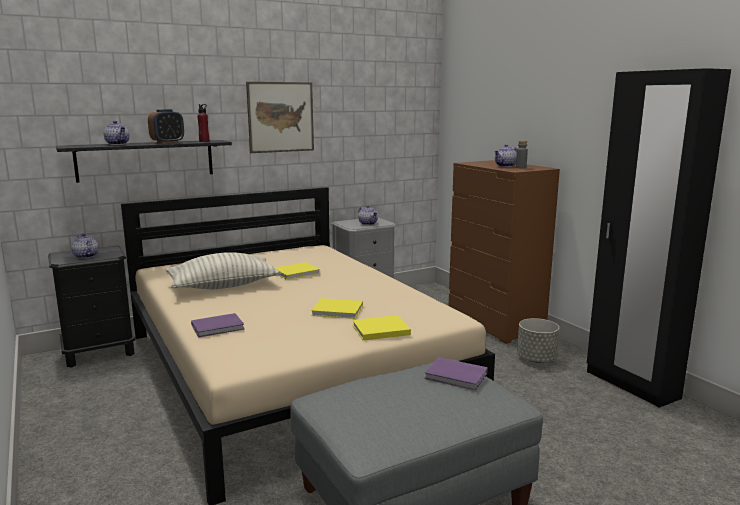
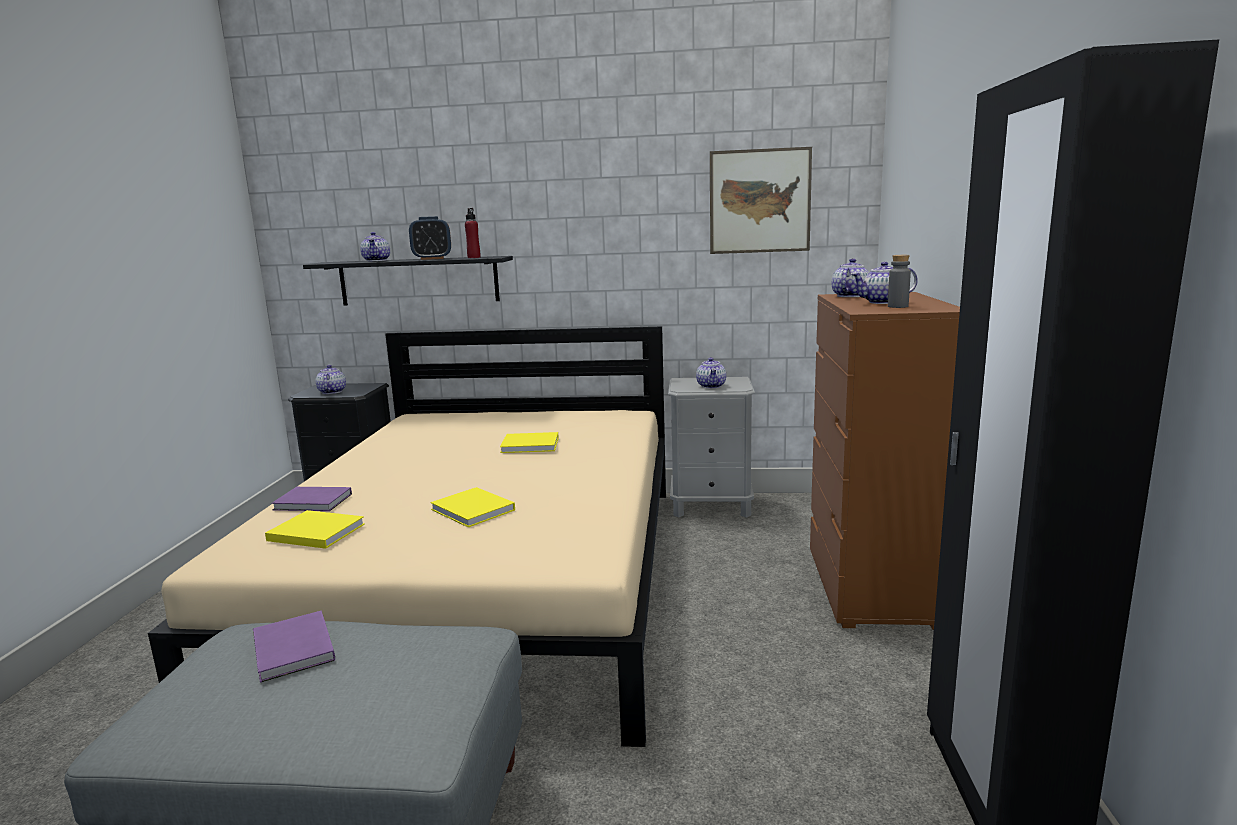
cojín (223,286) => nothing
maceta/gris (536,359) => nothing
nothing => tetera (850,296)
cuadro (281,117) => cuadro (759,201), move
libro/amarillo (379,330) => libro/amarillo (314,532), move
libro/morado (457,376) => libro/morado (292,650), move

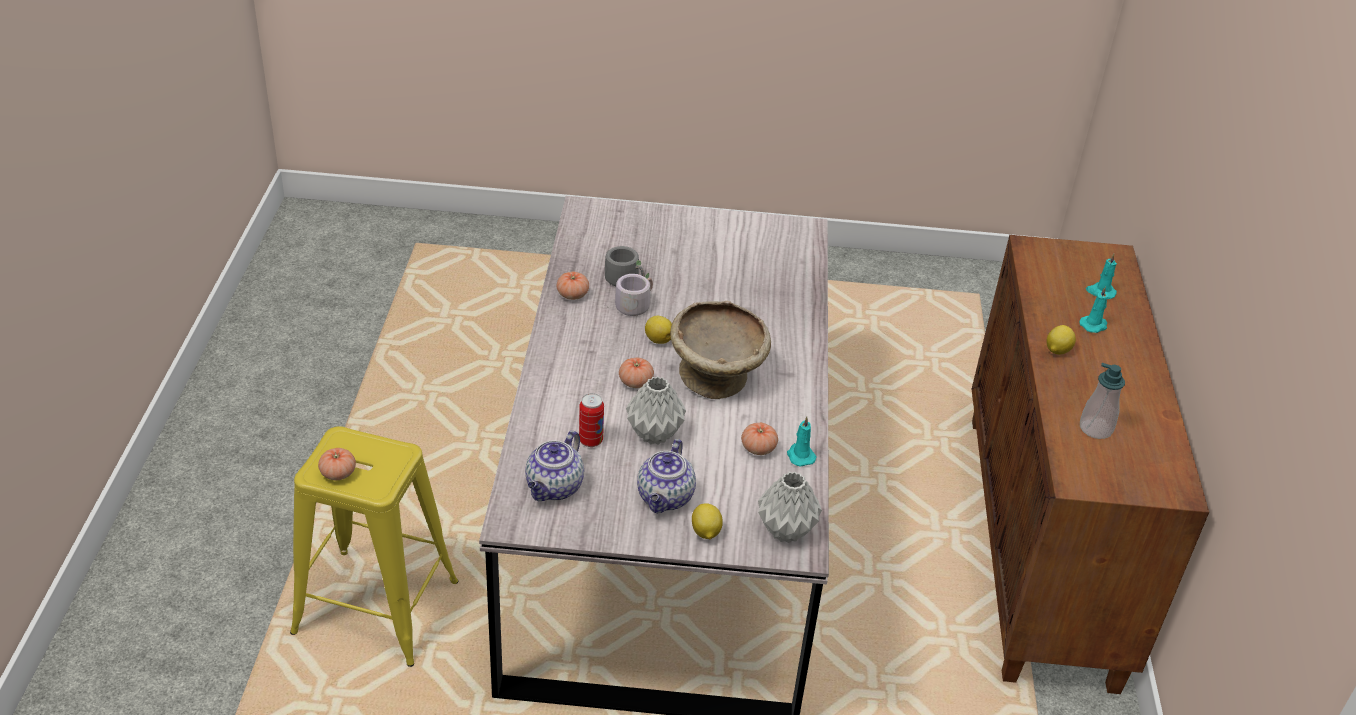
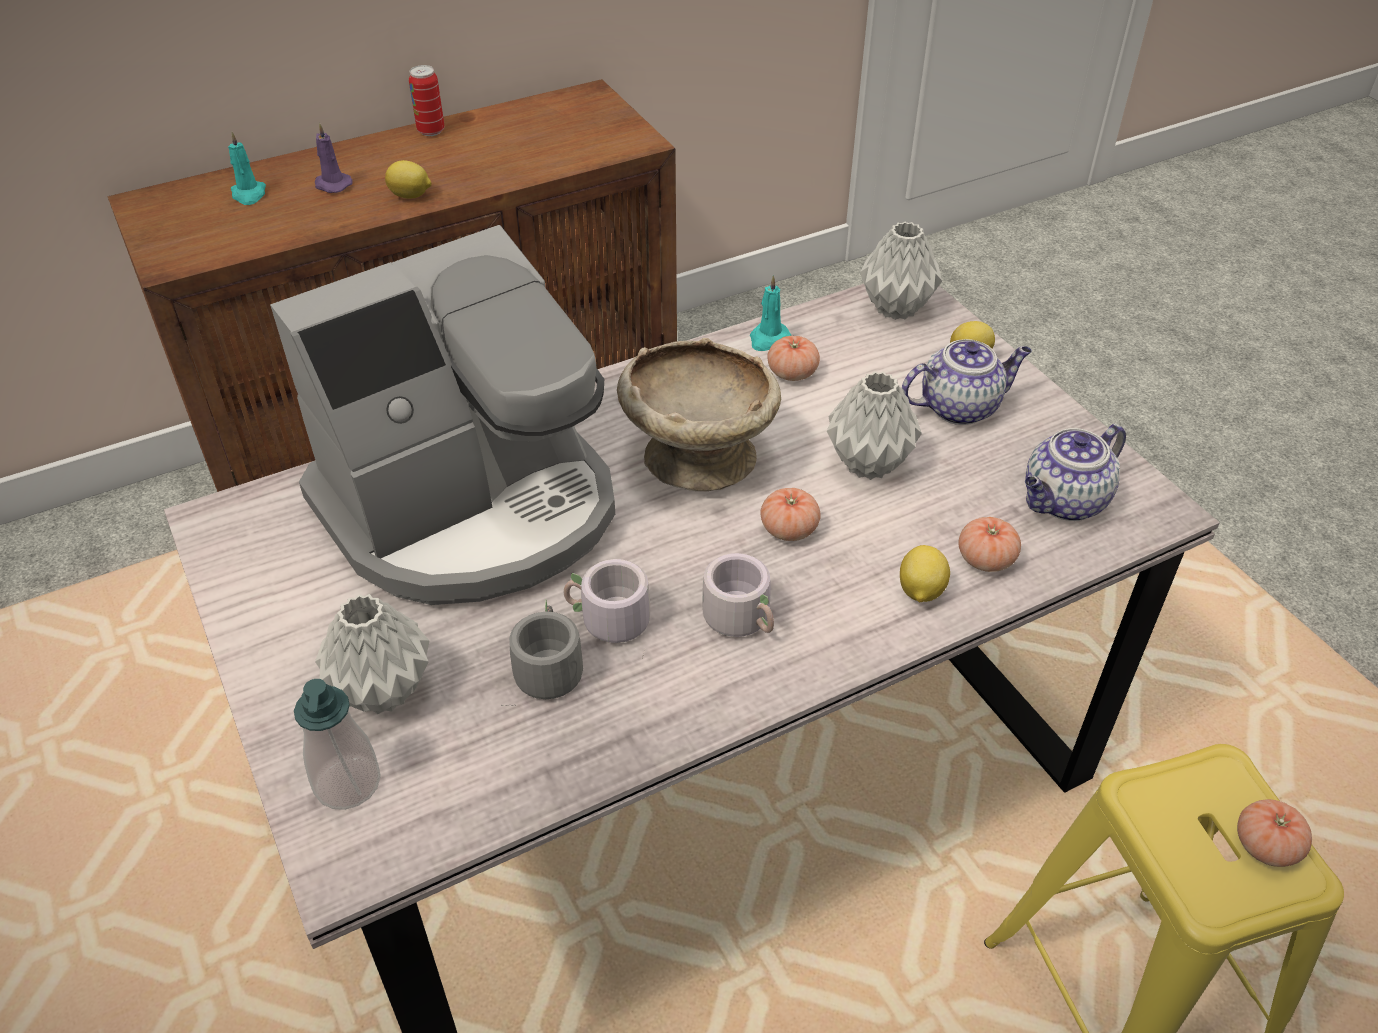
nothing => cafetera (472,508)
nothing => florero/gris (384,689)
nothing => taza grande/gris (744,618)
tomate (572,295) => tomate (985,559), move
lata (591,441) => lata (431,131), move
limón (658,339) => limón (920,591), move
dispensador de jabón (1095,428) => dispensador de jabón (347,783), move
vela/turquesa (1094,325) => vela/morado (332,185)
tetera (554,488) => tetera (1064,502), 150 degrees clockwise

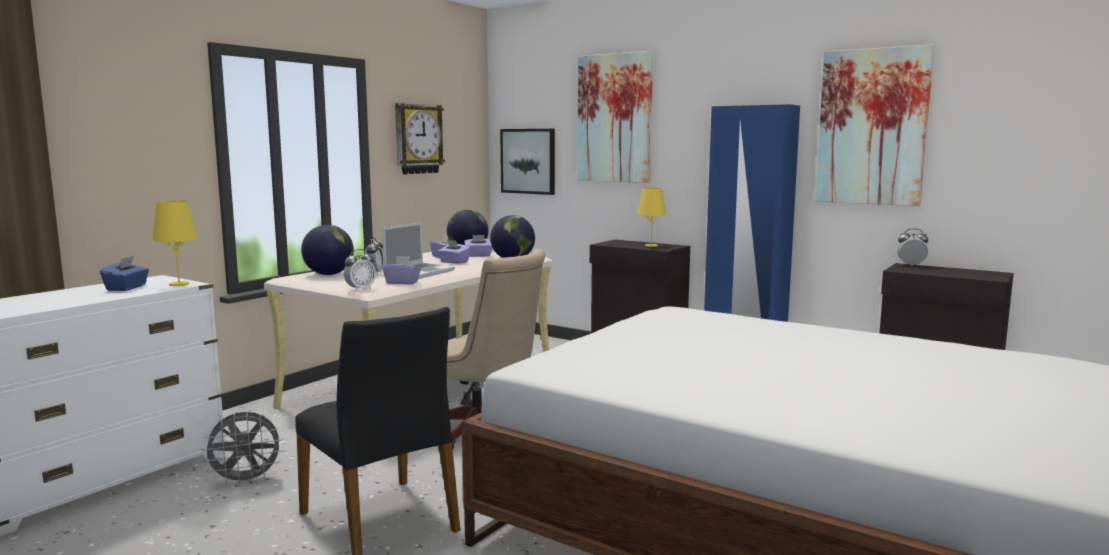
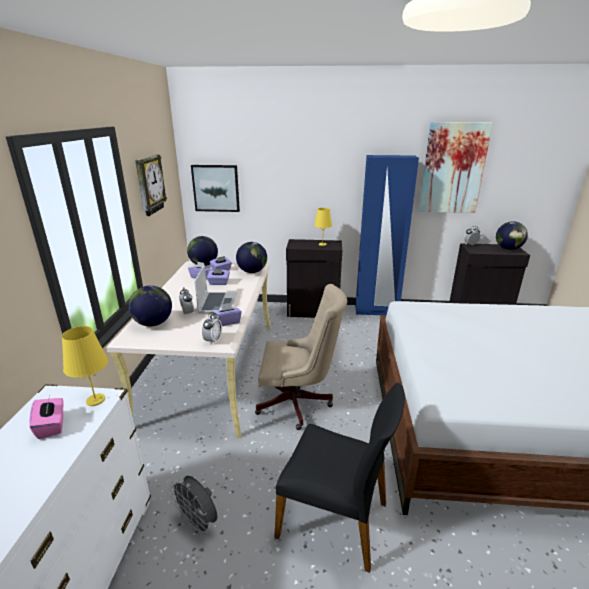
cuadro (614,118) => nothing
nothing => globo terráqueo (508,249)
caja de pañuelos/azul (127,288) => caja de pañuelos/rosa (52,426)
ventilador/gris (246,480) => ventilador/gris (198,522), 90 degrees clockwise

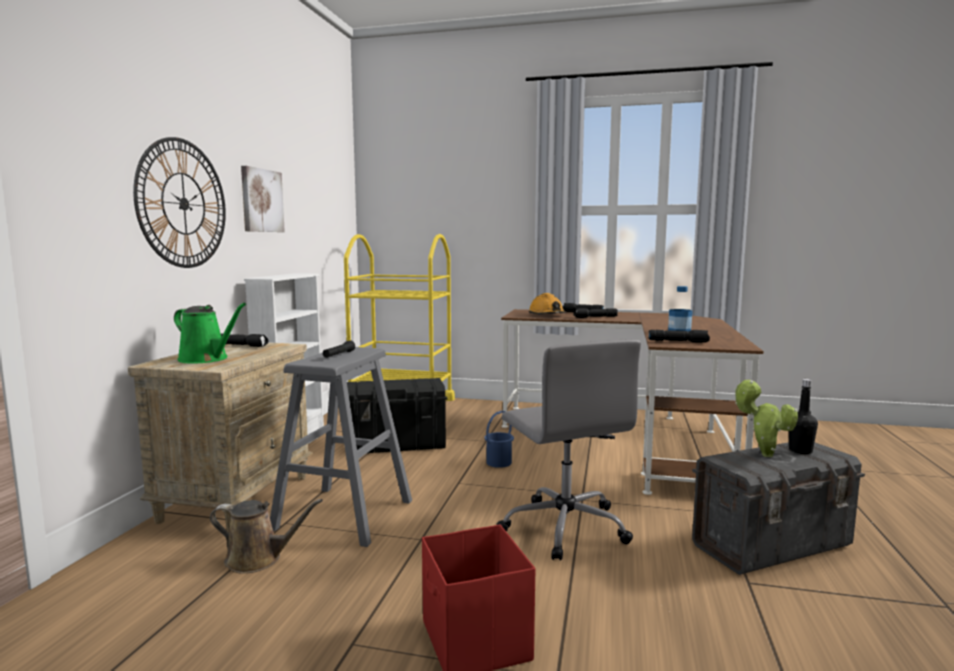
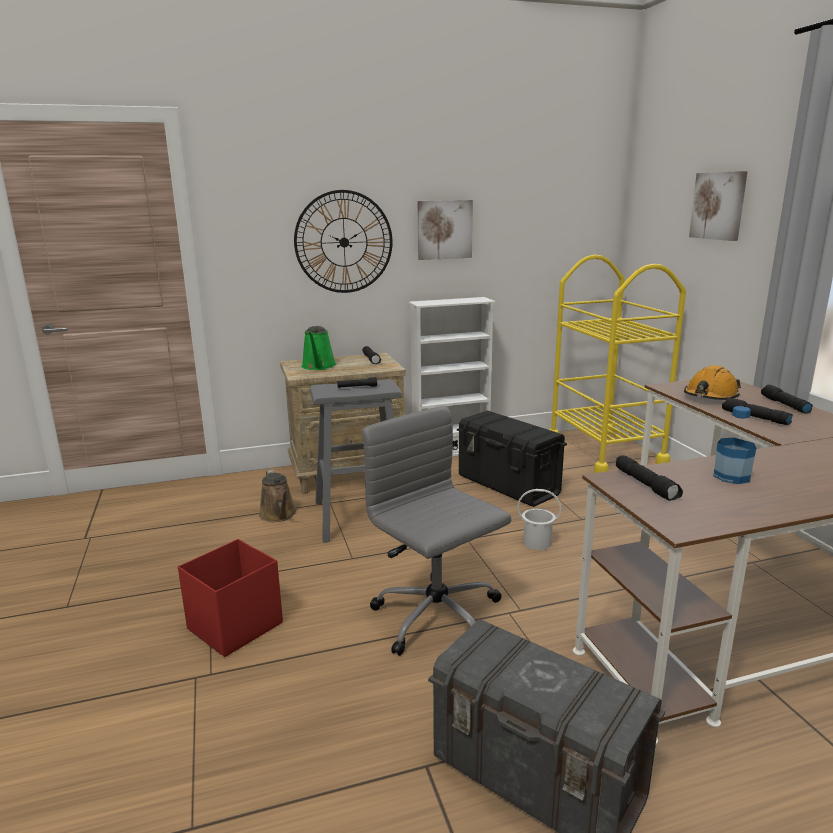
planta en maceta (762,454) => nothing
botella/negro (800,451) => nothing
nothing => cuadro (718,206)
cubo/azul (498,462) => cubo/blanco (537,542)
silla de oficina/gris (564,526) => silla de oficina/gris (438,617), 105 degrees clockwise

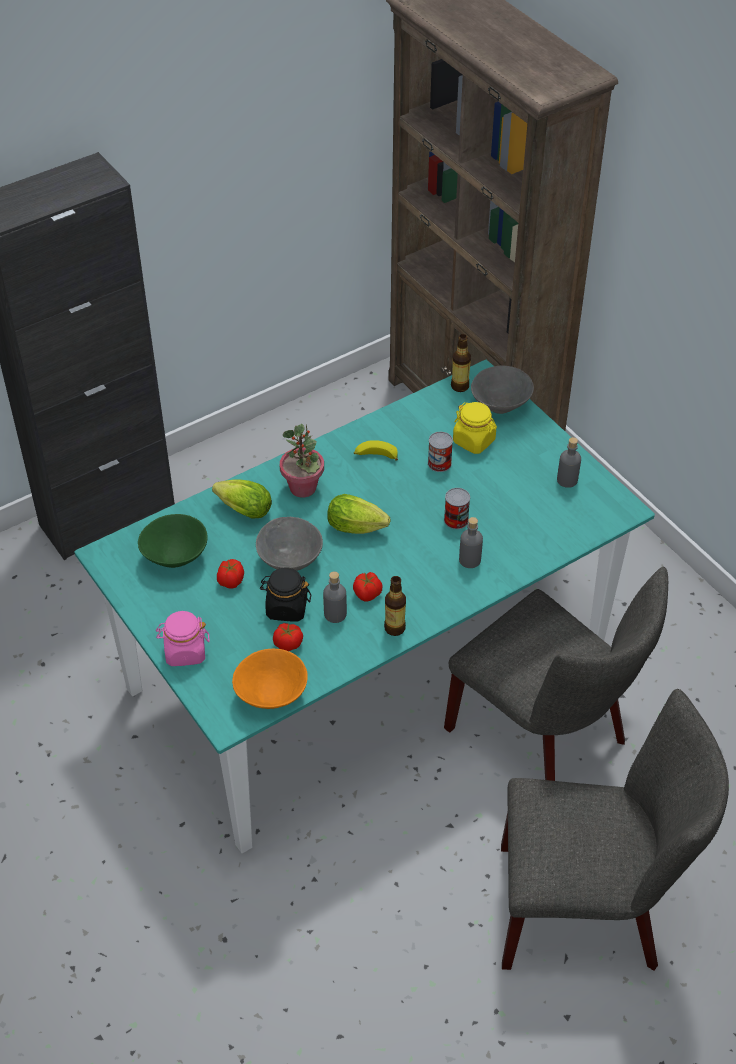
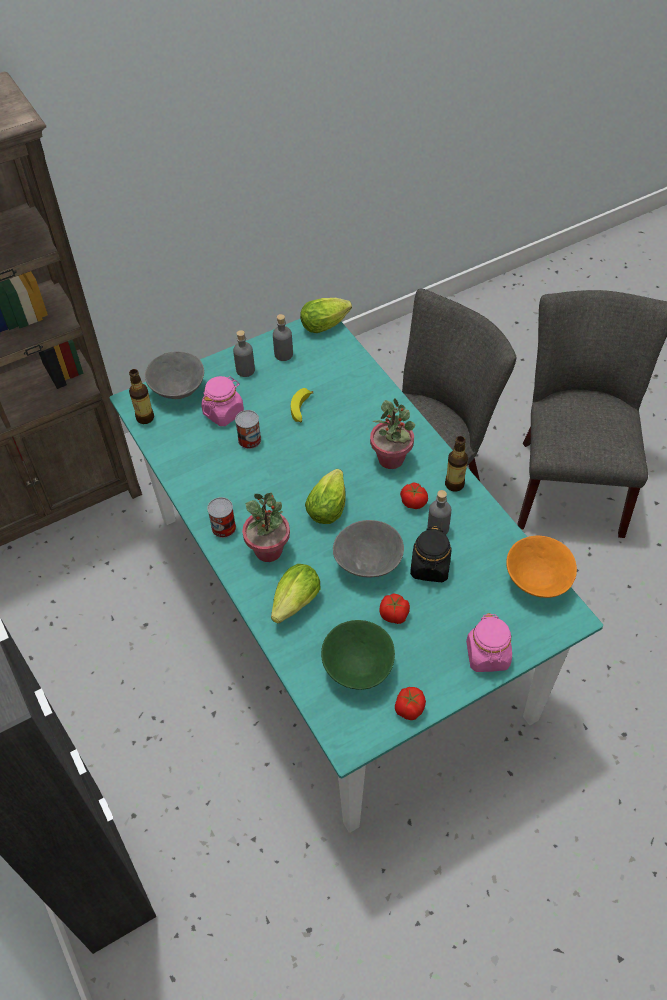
nothing => lechuga (327,324)
nothing => planta en maceta (391,459)
tomate (288,644) => tomate (409,709), move
plátano (375,456) => plátano (301,410), move
lata (456,520) => lata (223,527), move
botella/gris (469,560) => botella/gris (245,370), move
tarro/amarillo (474,441) => tarro/rosa (223,413)

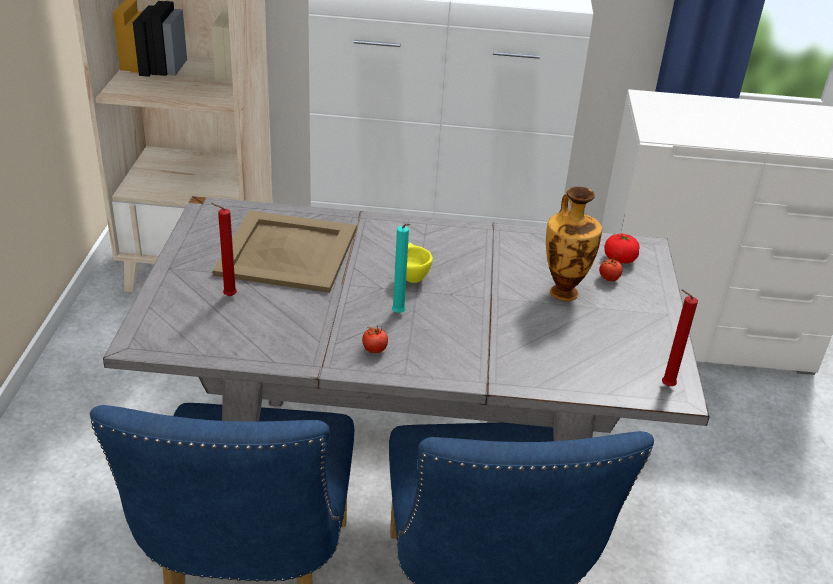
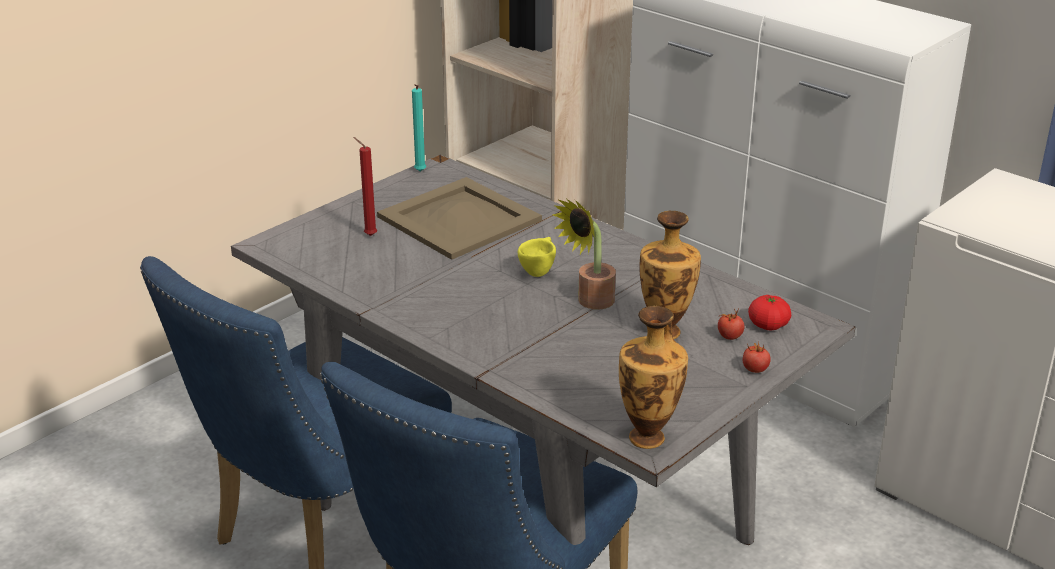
nothing => planta en maceta (590,302)
tomate (374,349) => tomate (755,369), move
vela/turquesa (399,314) => vela/turquesa (419,172), move
vela/rojo (665,386) => florero (649,436)

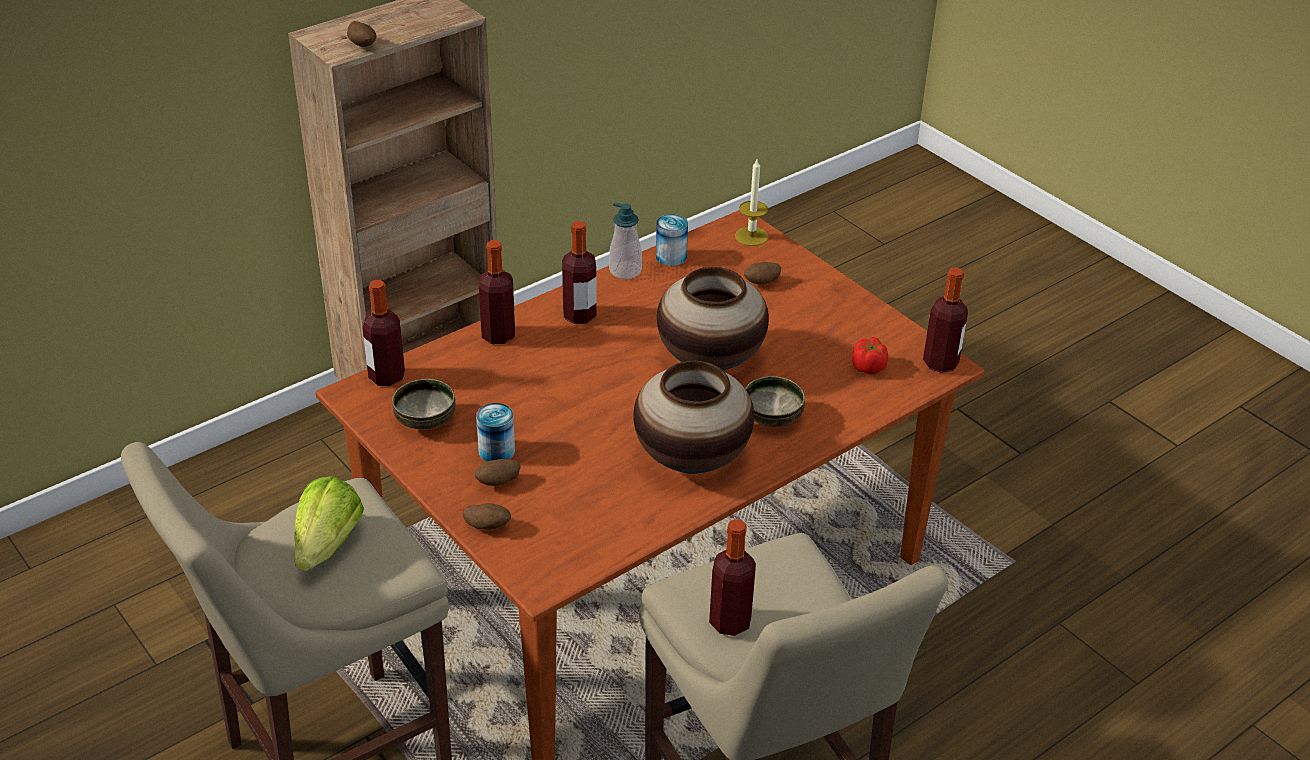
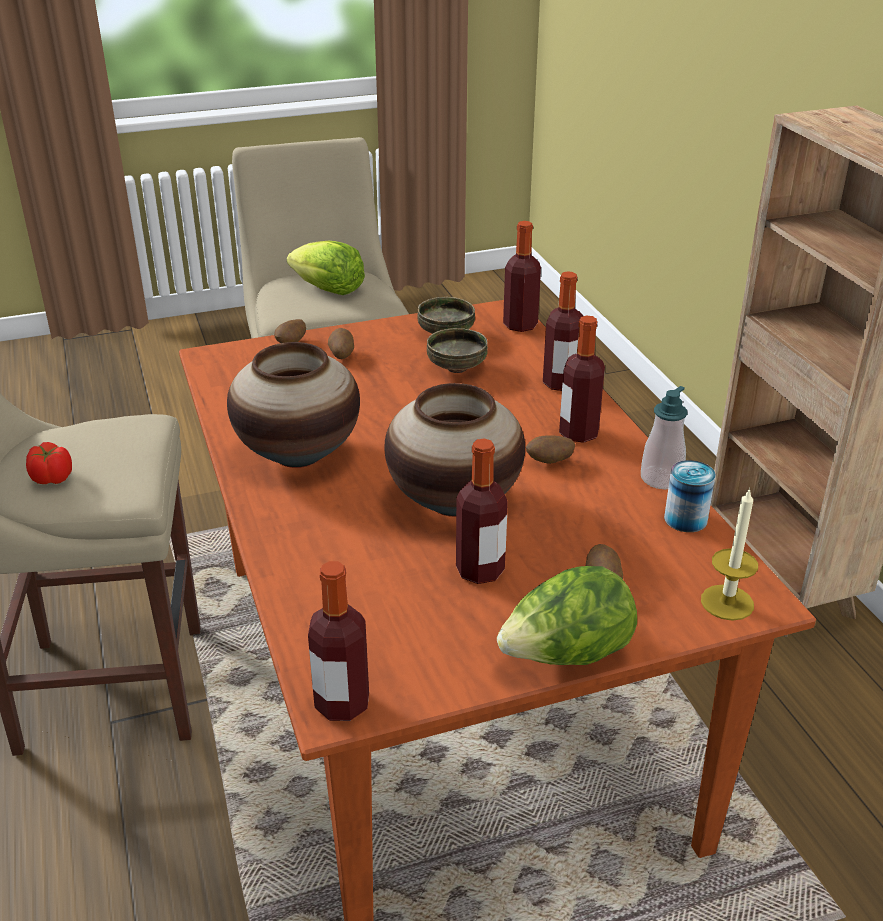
lata (496,451) => nothing
nothing => lechuga (566,656)
patata (363,46) => patata (549,462), move
botella (730,622) => botella (480,570), move
cuenco (773,419) => cuenco (456,368), move
tomate (868,367) => tomate (52,478), move

